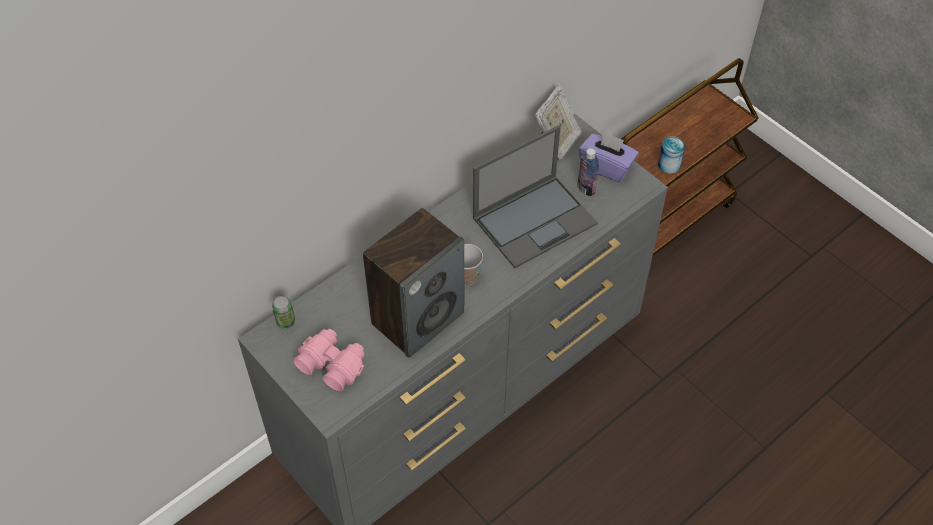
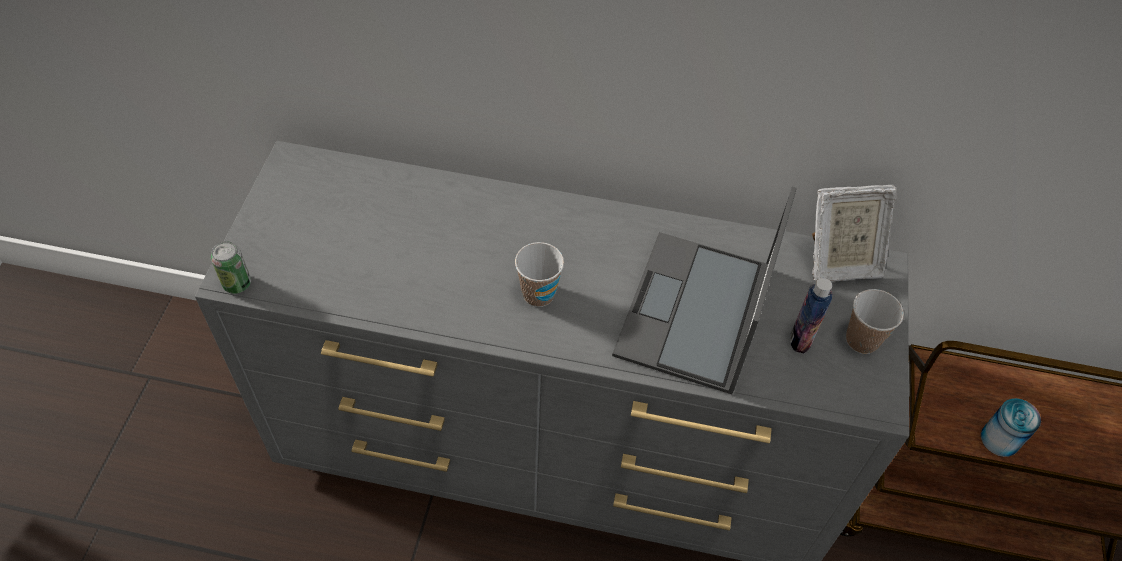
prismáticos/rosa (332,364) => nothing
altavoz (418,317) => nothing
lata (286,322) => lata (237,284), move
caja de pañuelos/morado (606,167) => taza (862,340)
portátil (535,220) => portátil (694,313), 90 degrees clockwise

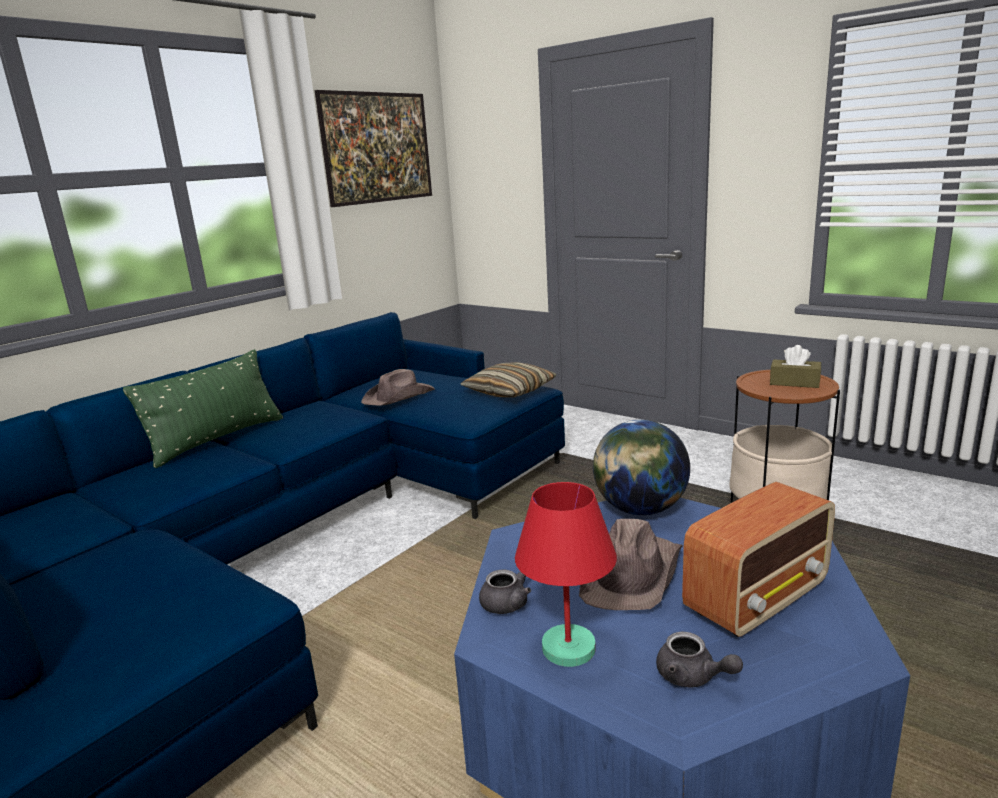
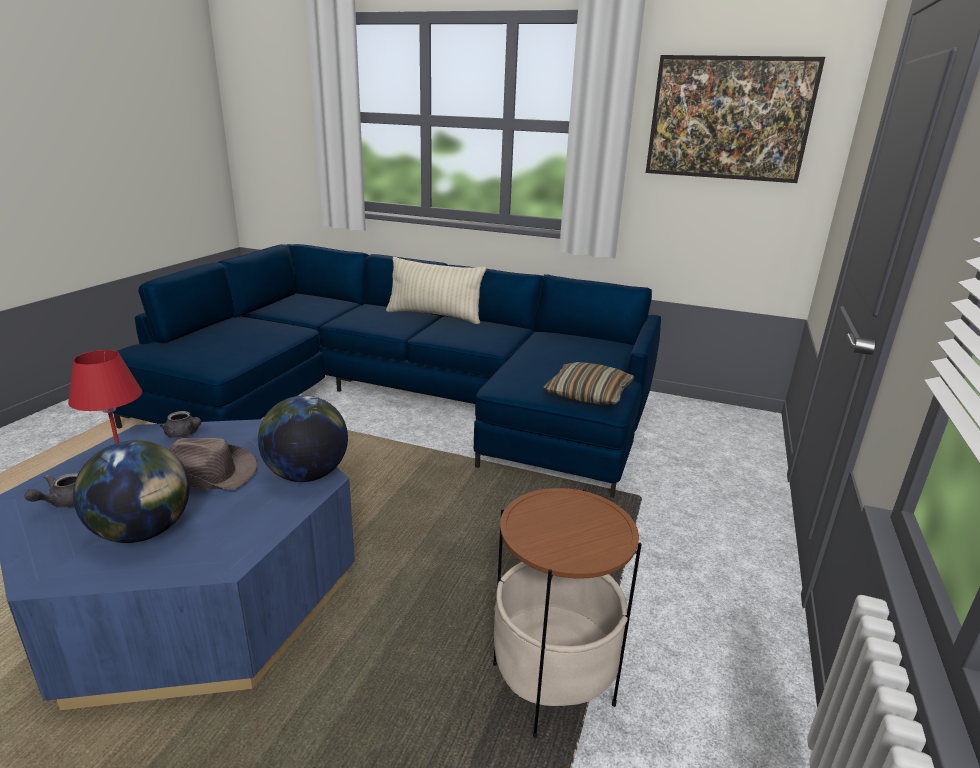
sombrero/marrón (399,397) => nothing
caja de pañuelos/marrón (794,382) => nothing
radio (758,598) => globo terráqueo (144,531)
cojín/verde (217,440) => cojín/beis (434,316)

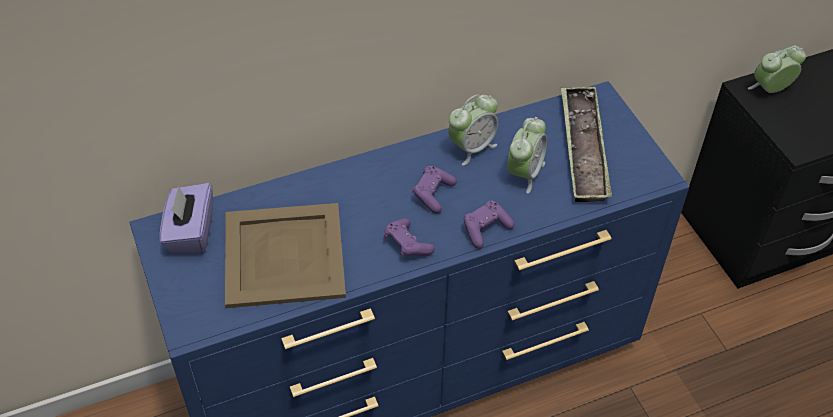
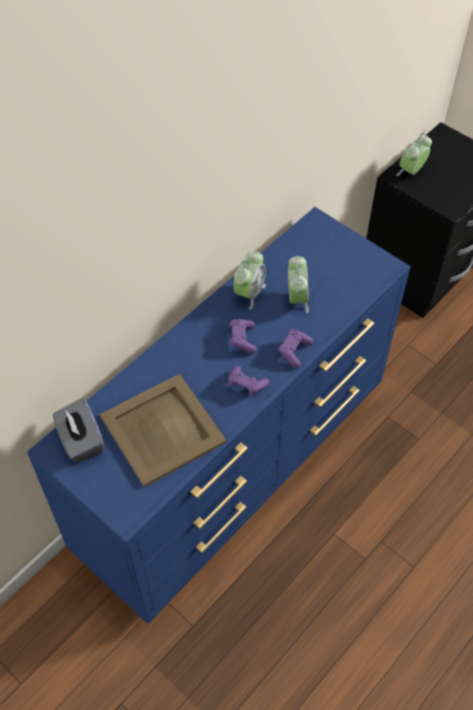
bandeja (583,149) => nothing
caja de pañuelos/morado (190,232) => caja de pañuelos/gris (81,440)

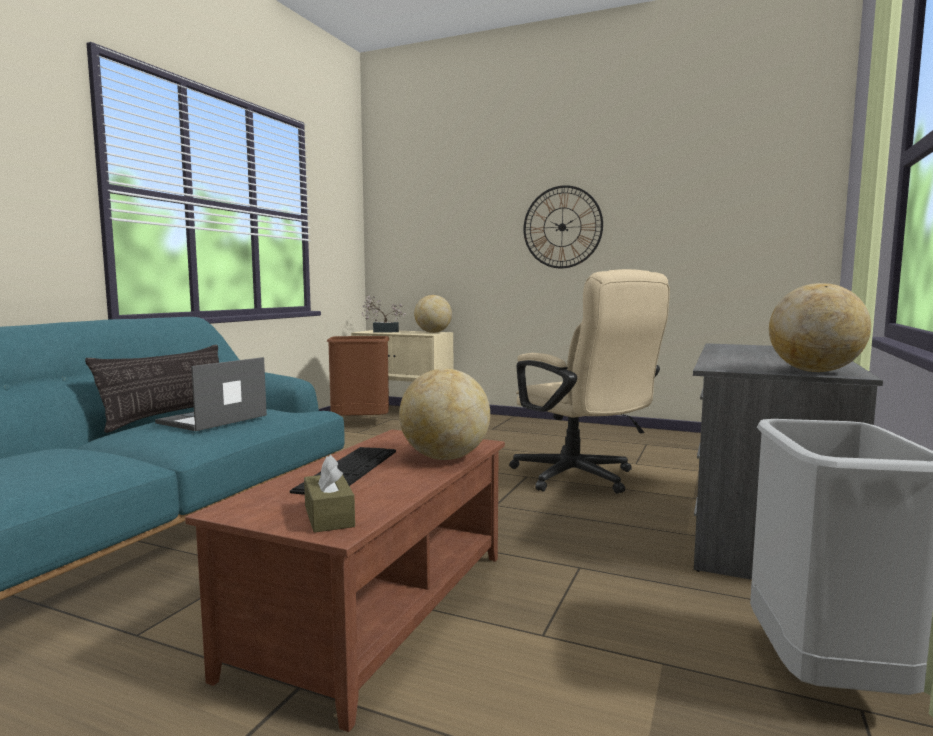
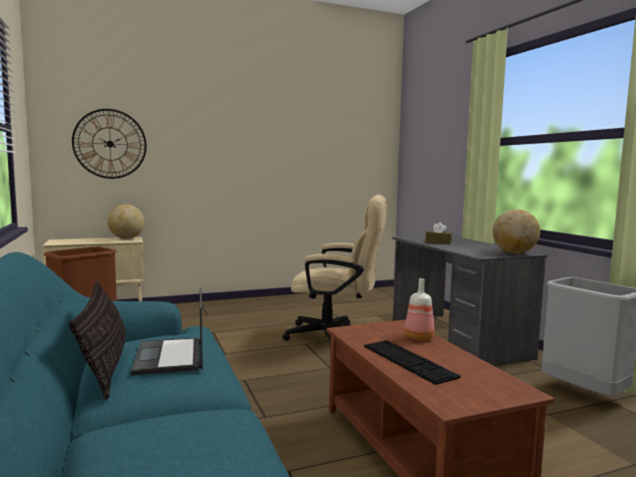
planta en maceta (382,331) => nothing
caja de pañuelos/marrón (329,516) => caja de pañuelos/marrón (438,242), move
reloj de pared (562,227) => reloj de pared (110,144), move
globo terráqueo (444,458) => botella (420,337)

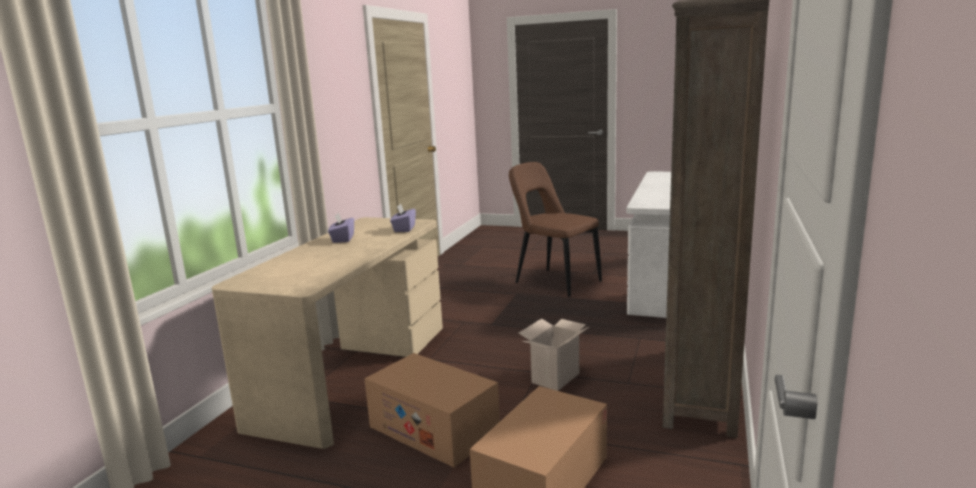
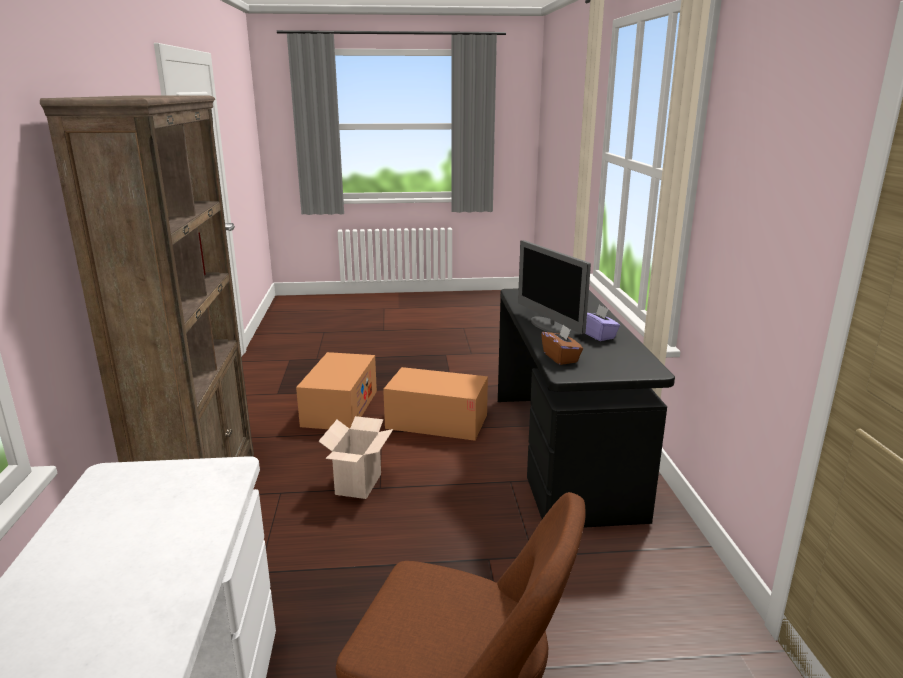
nothing => monitor (549,326)
escritorio/beis (354,373) => escritorio/negro (564,451)
caja de pañuelos/morado (404,229) => caja de pañuelos/marrón (561,358)

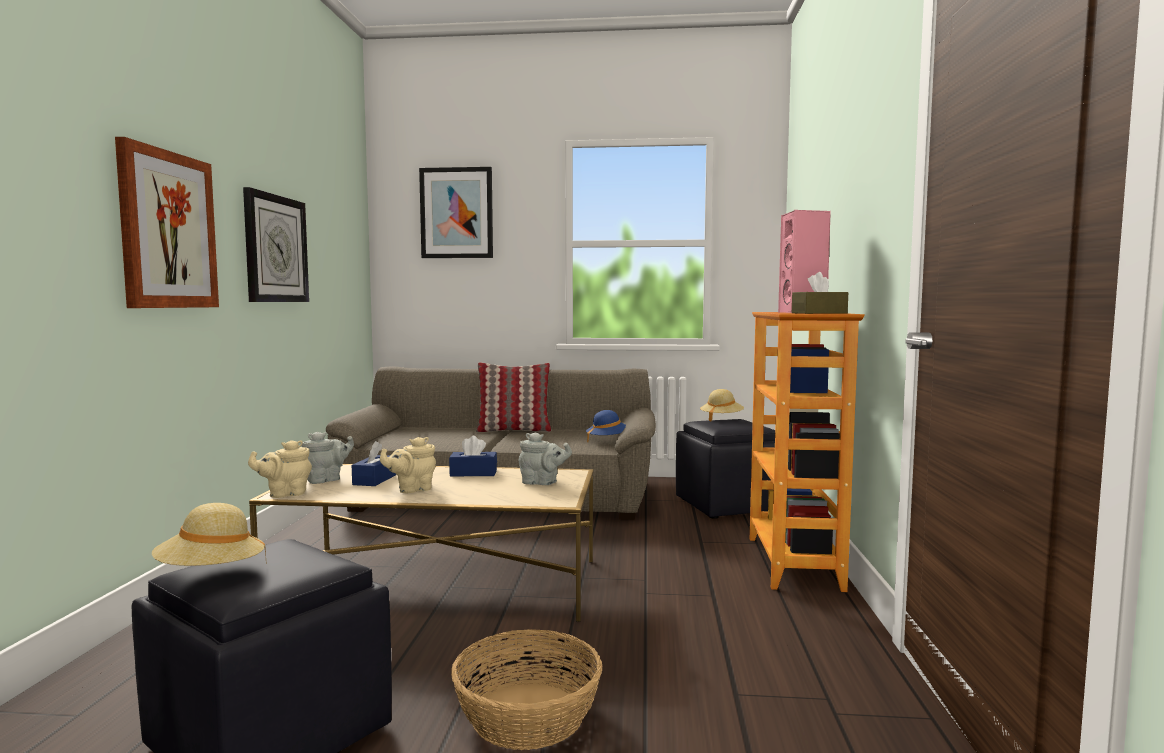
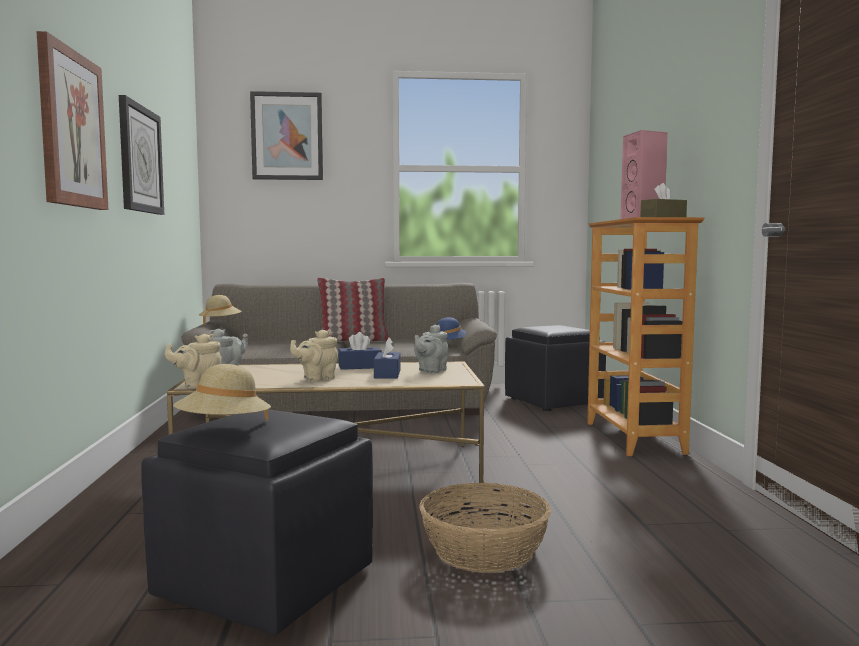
caja de pañuelos/azul (375,480) => caja de pañuelos/azul (387,374), move
sombrero/beis (721,418) => sombrero/beis (220,323), move
tetera/gris (542,483) => tetera/gris (431,371), 120 degrees clockwise

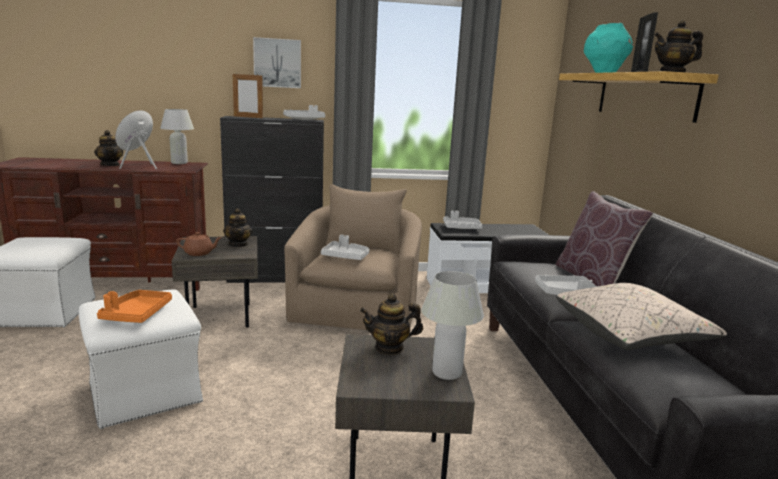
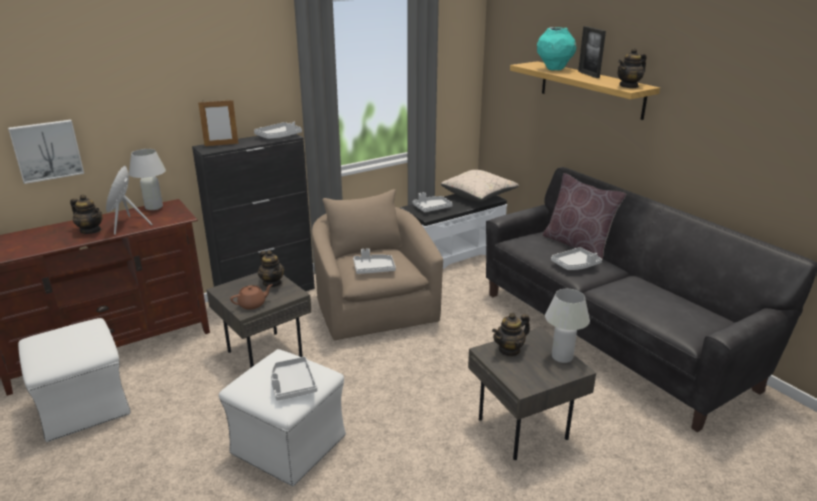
cuadro (277,63) => cuadro (47,150), move
cojín/beis (631,335) => cojín/beis (479,195), move
bandeja/naranja (136,314) => bandeja/gris (292,385)

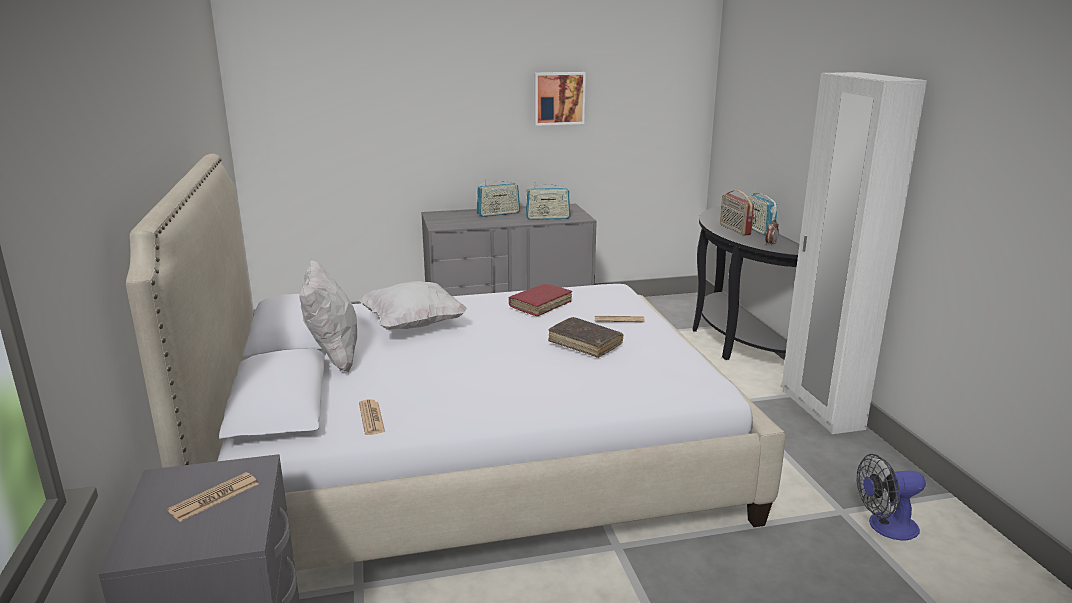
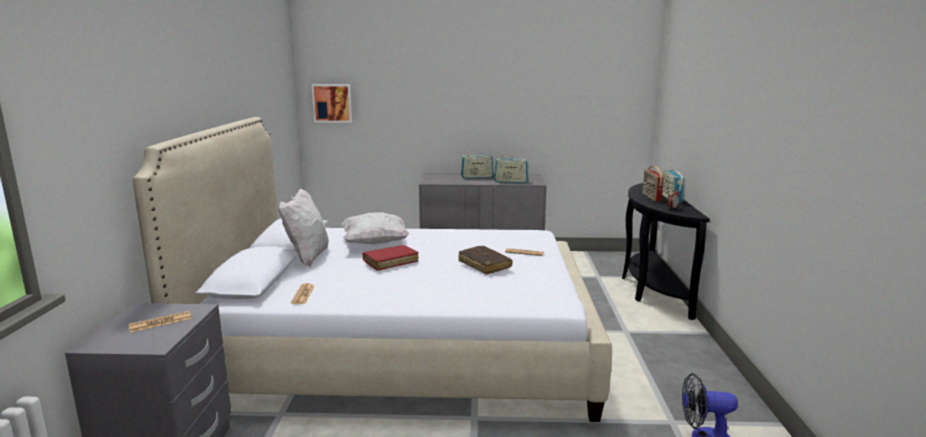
armario ropero/blanco (820,409) => nothing
libro/rojo (540,305) => libro/rojo (390,262), move
cuadro (558,98) => cuadro (332,103), move

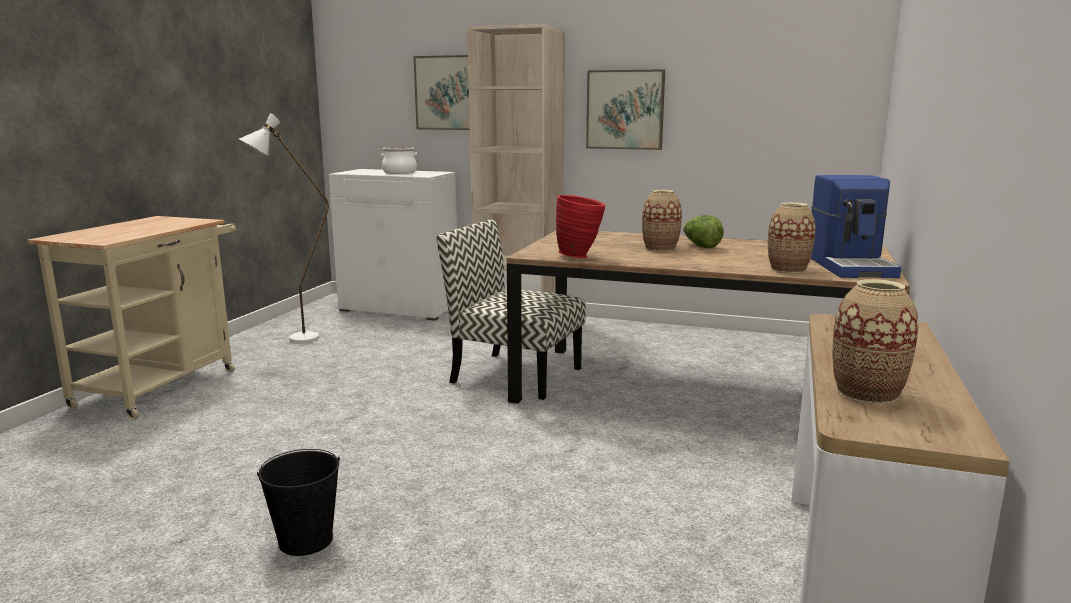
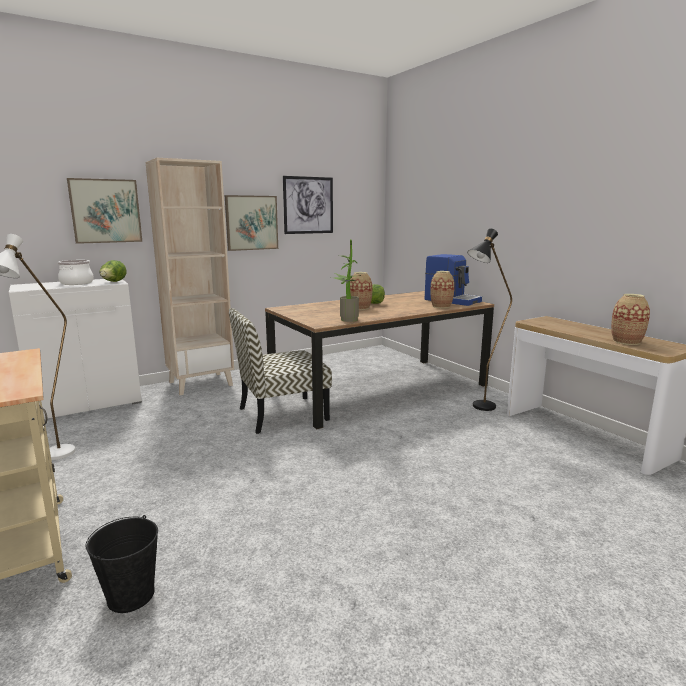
nothing => lechuga (113,282)
nothing => cuadro (308,205)
nothing => lámpara de pie/negro (478,408)
cubo/negro (306,540) => cubo/negro (131,595), move
florero/rojo (580,256) => planta en maceta (346,319)

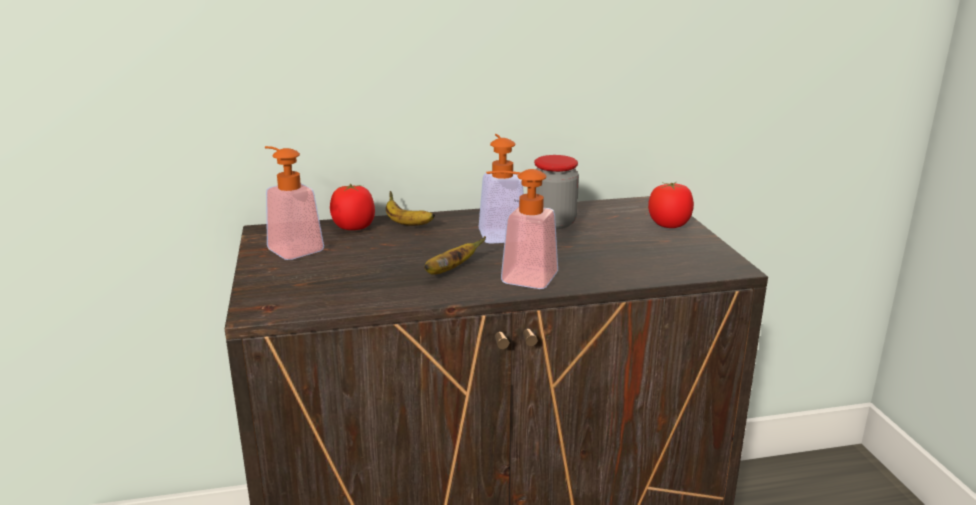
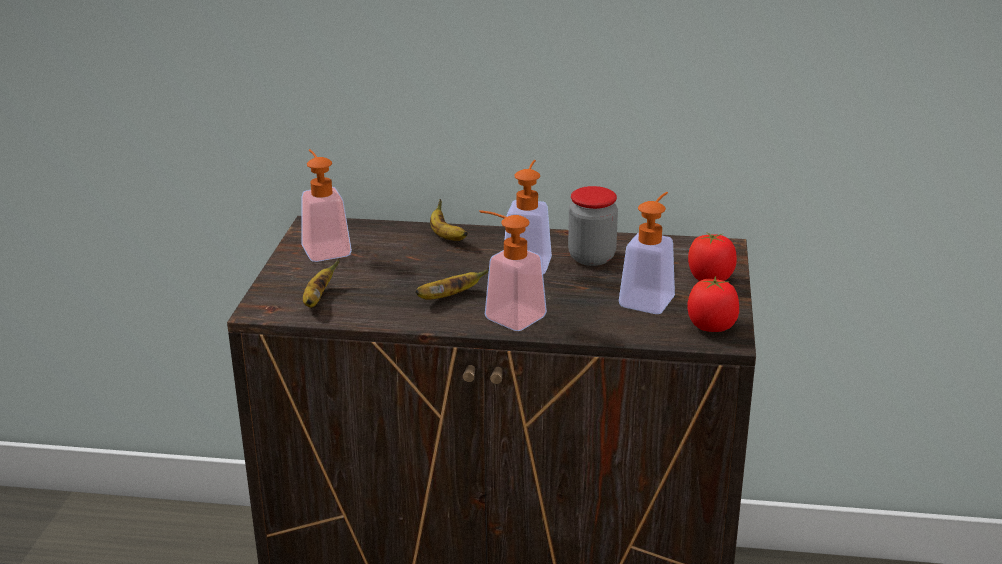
nothing => plátano (317,299)
nothing => dispensador de jabón (650,297)
tomate (354,227) => tomate (711,327), move

